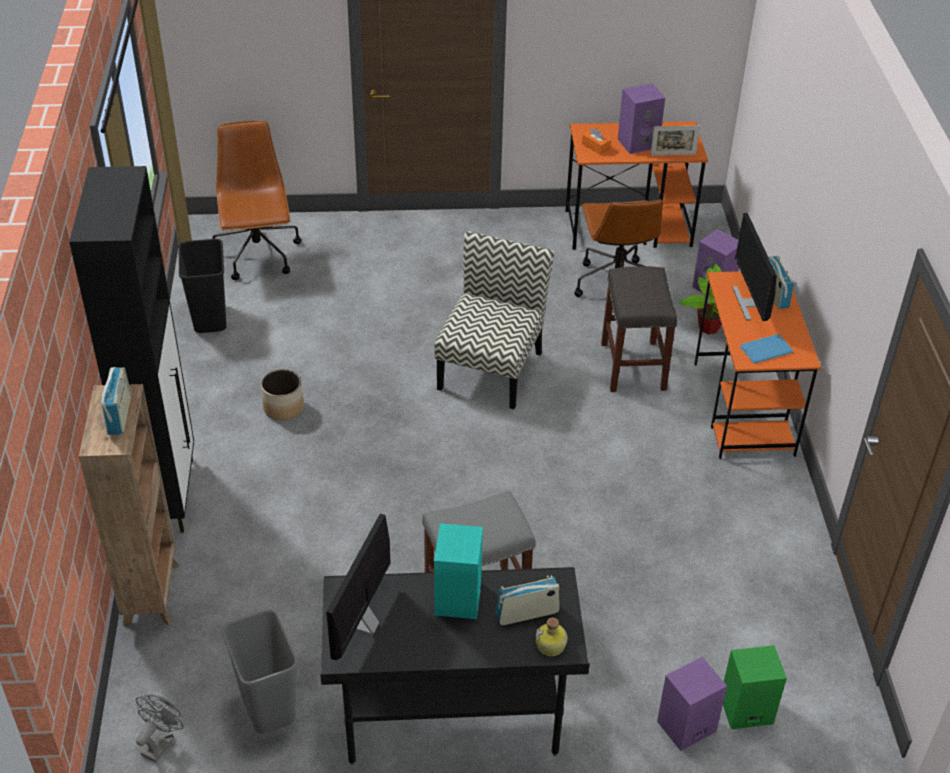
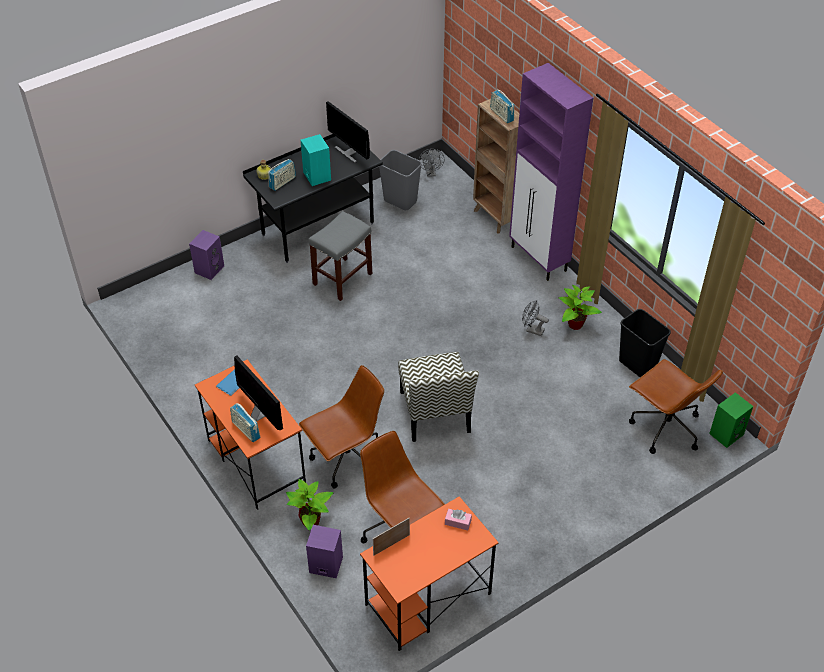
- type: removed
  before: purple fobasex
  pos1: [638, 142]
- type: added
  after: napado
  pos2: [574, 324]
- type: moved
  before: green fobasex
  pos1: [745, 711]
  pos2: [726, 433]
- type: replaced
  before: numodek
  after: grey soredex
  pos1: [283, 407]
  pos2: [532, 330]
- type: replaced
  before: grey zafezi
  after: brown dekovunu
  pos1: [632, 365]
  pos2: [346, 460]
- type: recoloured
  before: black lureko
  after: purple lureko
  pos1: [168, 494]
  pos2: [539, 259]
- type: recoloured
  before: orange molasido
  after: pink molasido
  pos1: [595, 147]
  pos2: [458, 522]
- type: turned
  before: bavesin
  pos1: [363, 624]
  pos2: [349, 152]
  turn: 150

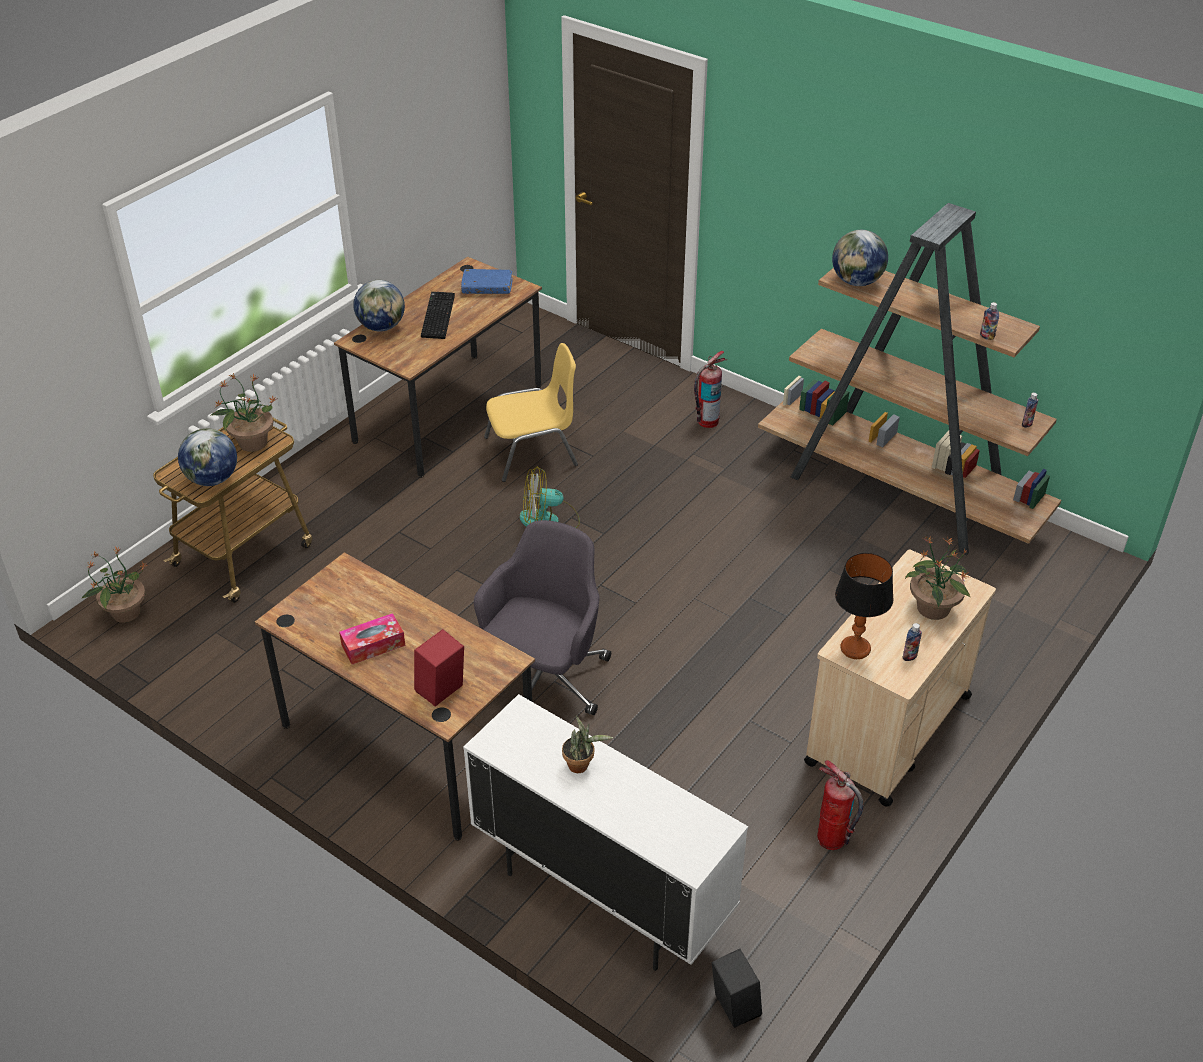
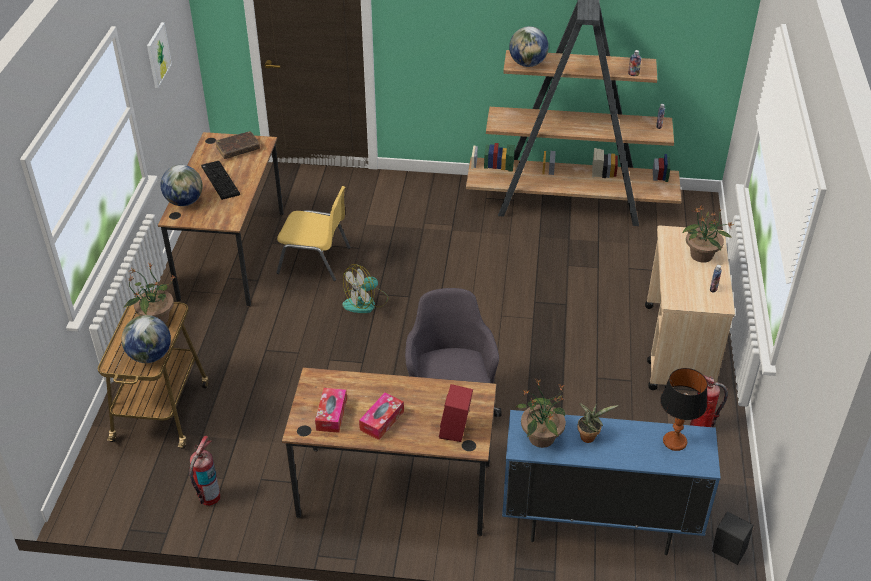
- type: added
  after: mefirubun
  pos2: [158, 55]
- type: added
  after: molasido
  pos2: [331, 415]
- type: moved
  before: napado
  pos1: [125, 613]
  pos2: [541, 438]
- type: moved
  before: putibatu
  pos1: [707, 421]
  pos2: [209, 497]
- type: moved
  before: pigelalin
  pos1: [854, 648]
  pos2: [674, 442]
- type: recoloured
  before: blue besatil
  after: brown besatil
  pos1: [487, 287]
  pos2: [238, 149]
- type: recoloured
  before: white lureko
  after: blue lureko
  pos1: [601, 895]
  pos2: [598, 526]
- type: turned
  before: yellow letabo
  pos1: [532, 452]
  pos2: [315, 260]
  turn: 60

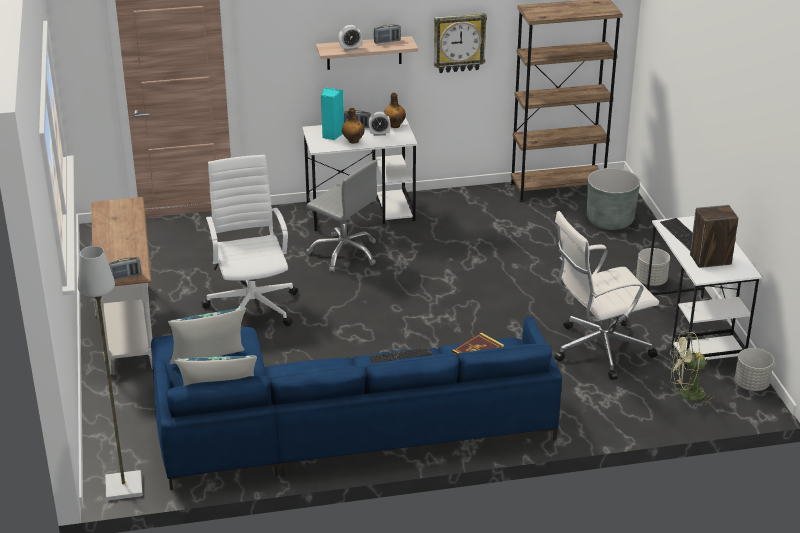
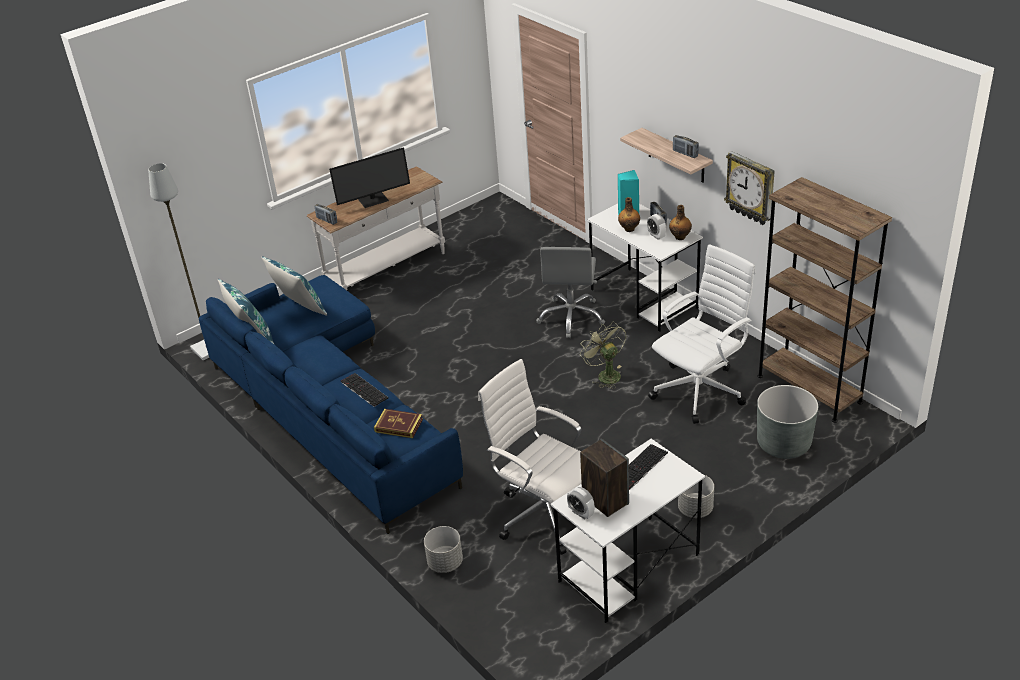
- type: added
  after: bavesin
  pos2: [372, 199]
- type: moved
  before: white dekovunu
  pos1: [252, 306]
  pos2: [700, 390]
- type: moved
  before: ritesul
  pos1: [350, 48]
  pos2: [581, 513]
- type: moved
  before: green soredex
  pos1: [686, 394]
  pos2: [605, 375]
- type: moved
  before: grey numodek
  pos1: [751, 384]
  pos2: [445, 563]

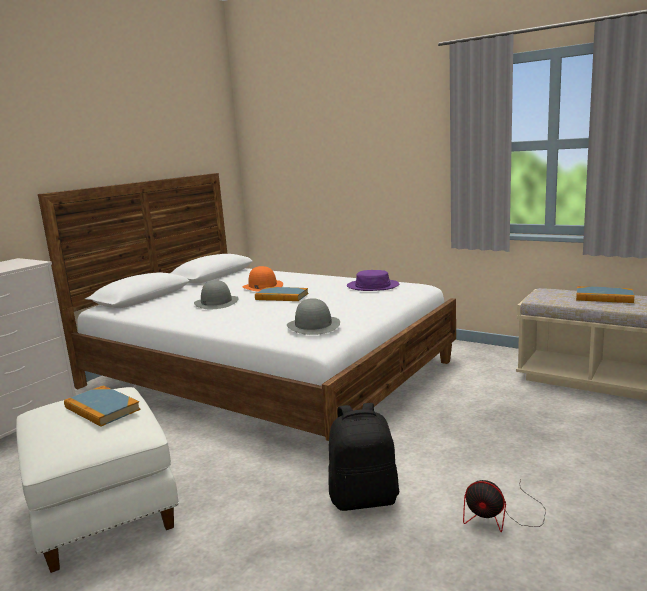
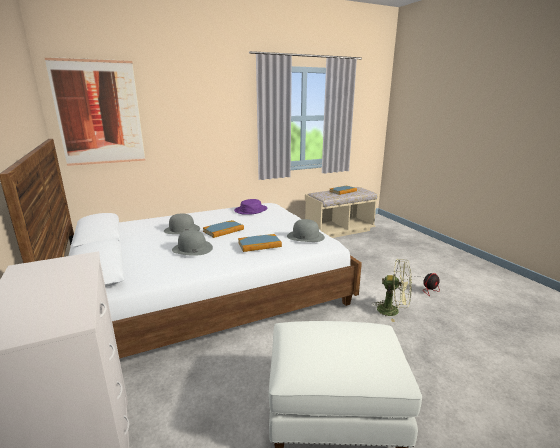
- type: added
  after: mefirubun
  pos2: [99, 113]
- type: moved
  before: besatil
  pos1: [102, 409]
  pos2: [259, 245]
- type: replaced
  before: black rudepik
  after: green soredex
  pos1: [364, 498]
  pos2: [393, 311]
- type: recoloured
  before: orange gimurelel
  after: grey gimurelel
  pos1: [262, 286]
  pos2: [182, 229]

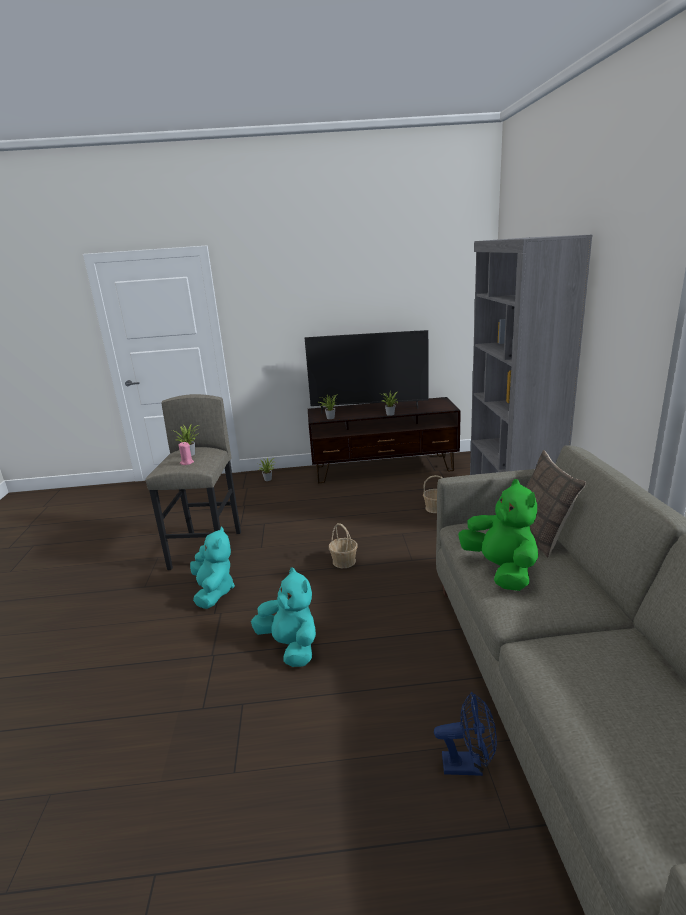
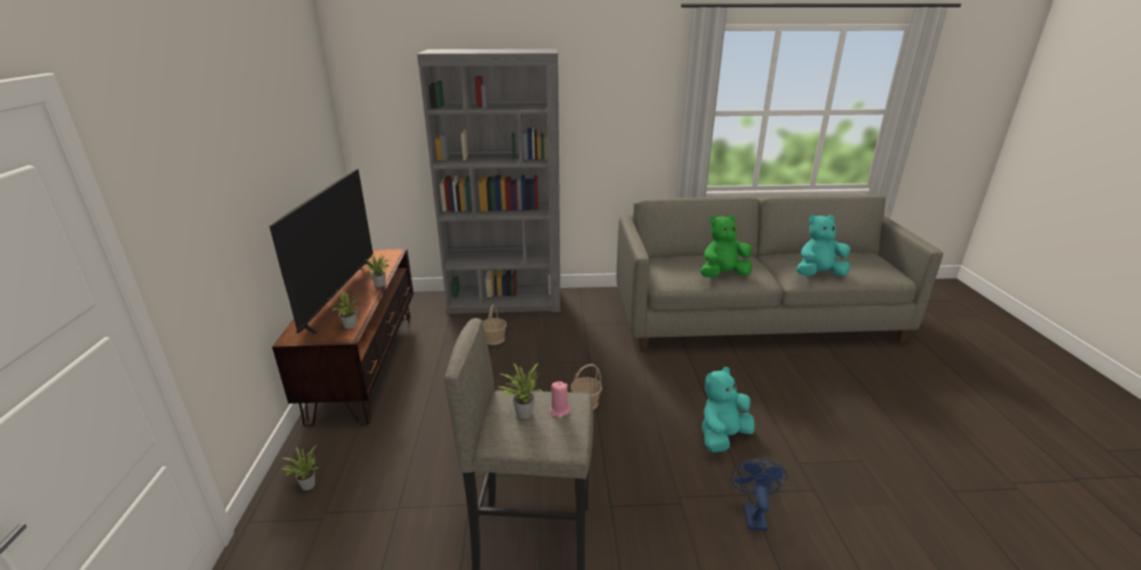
- type: removed
  before: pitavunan
  pos1: [541, 535]
- type: moved
  before: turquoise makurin
  pos1: [213, 592]
  pos2: [818, 275]
- type: moved
  before: blue soredex
  pos1: [468, 765]
  pos2: [752, 513]

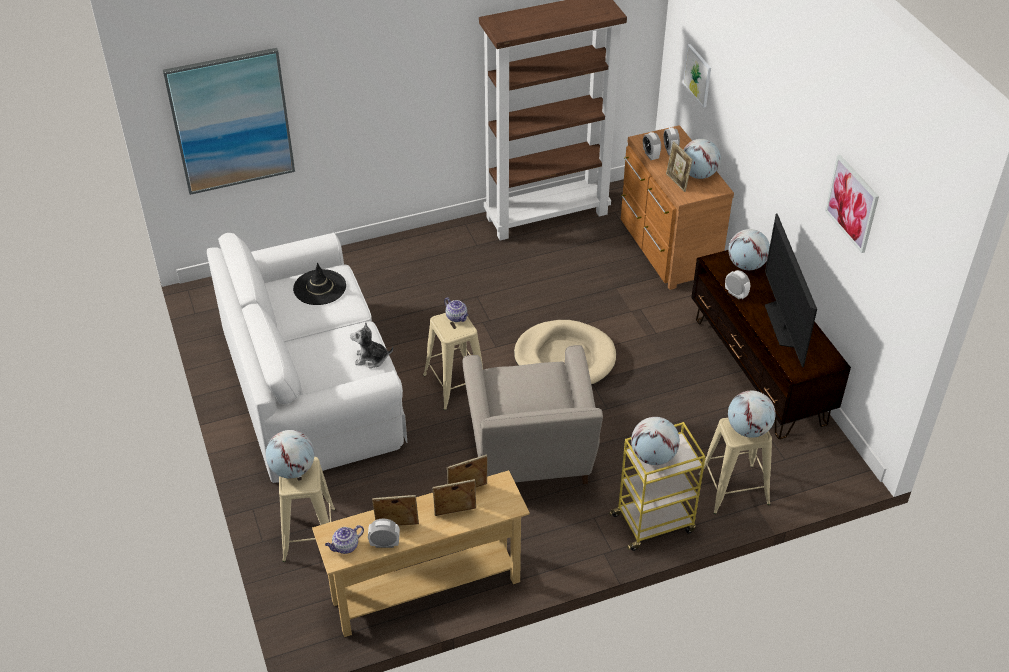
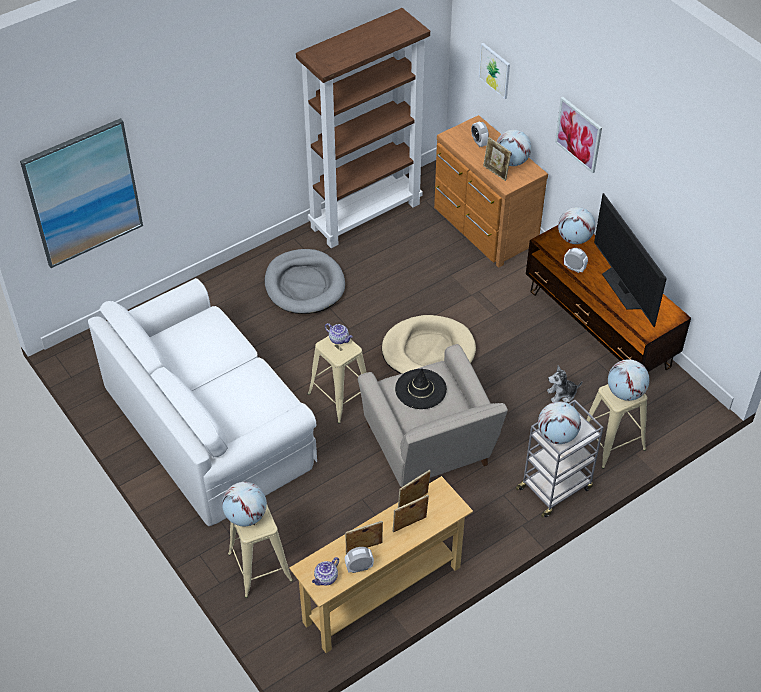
- type: removed
  before: ritesul
  pos1: [650, 155]
- type: added
  after: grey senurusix
  pos2: [304, 285]
- type: moved
  before: black gimurelel
  pos1: [319, 287]
  pos2: [420, 389]
- type: moved
  before: makurin
  pos1: [371, 359]
  pos2: [562, 394]
- type: moved
  before: mefirubun
  pos1: [852, 203]
  pos2: [578, 134]
- type: recoloured
  before: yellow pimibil
  after: grey pimibil
  pos1: [654, 523]
  pos2: [555, 488]

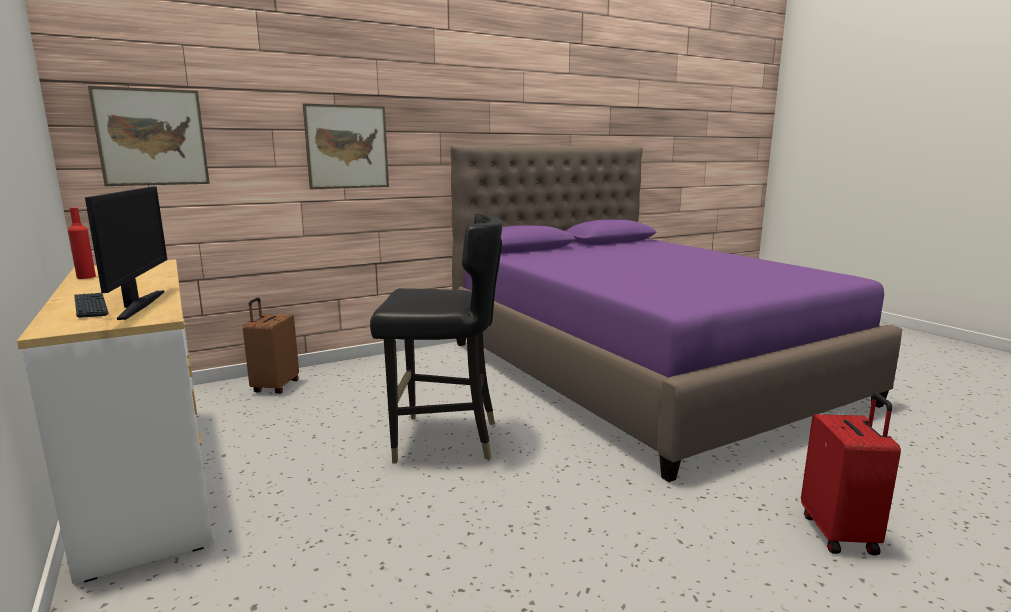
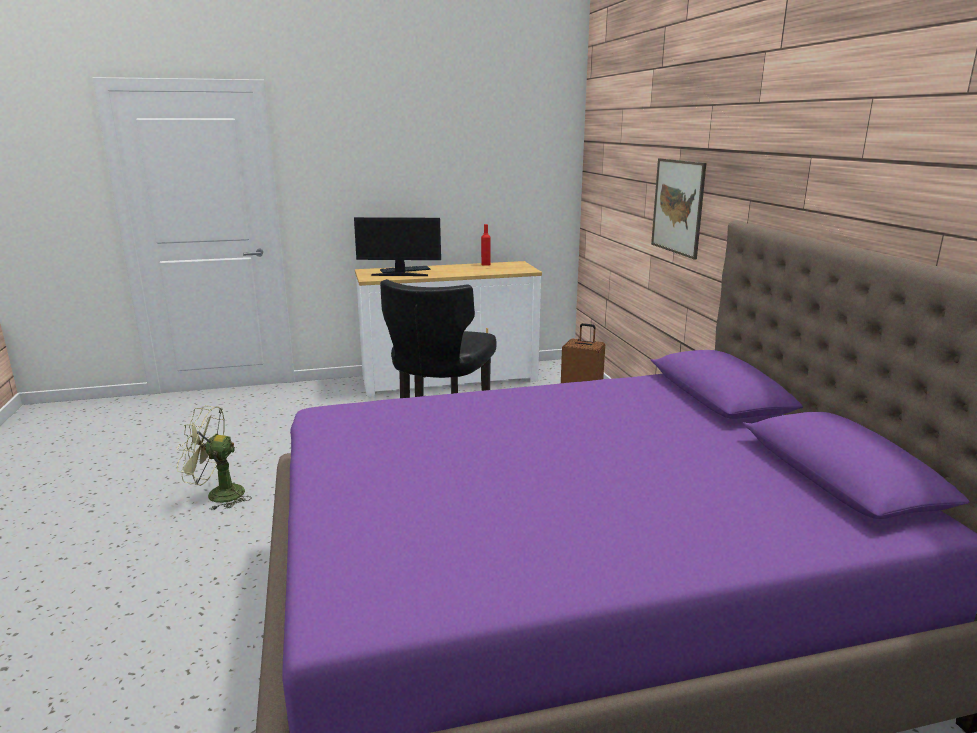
- type: removed
  before: mefirubun
  pos1: [152, 137]
- type: removed
  before: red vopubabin
  pos1: [840, 533]
- type: added
  after: green soredex
  pos2: [217, 495]

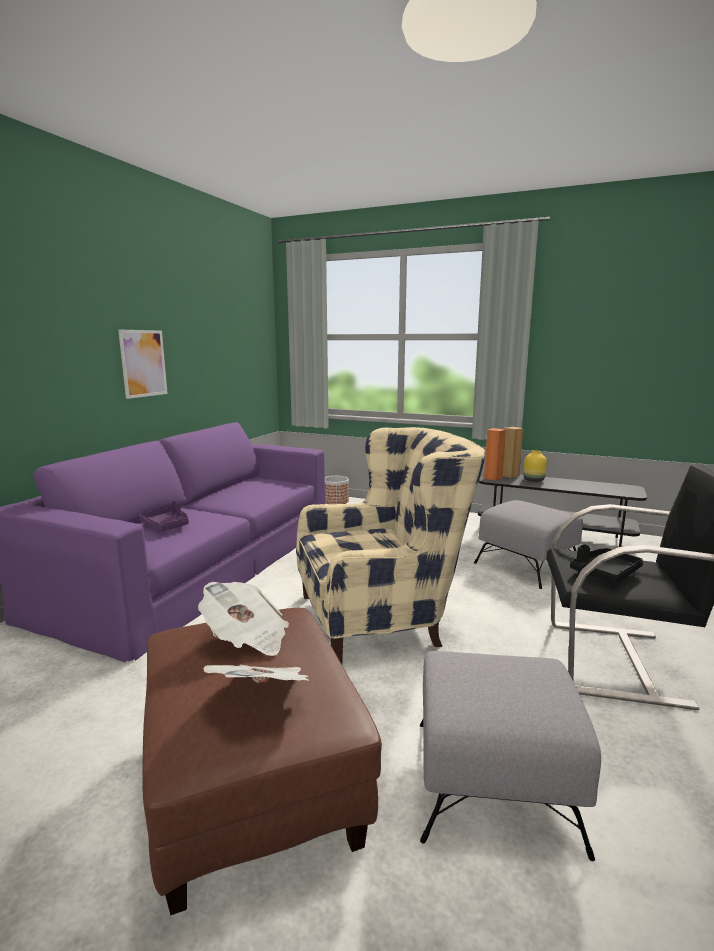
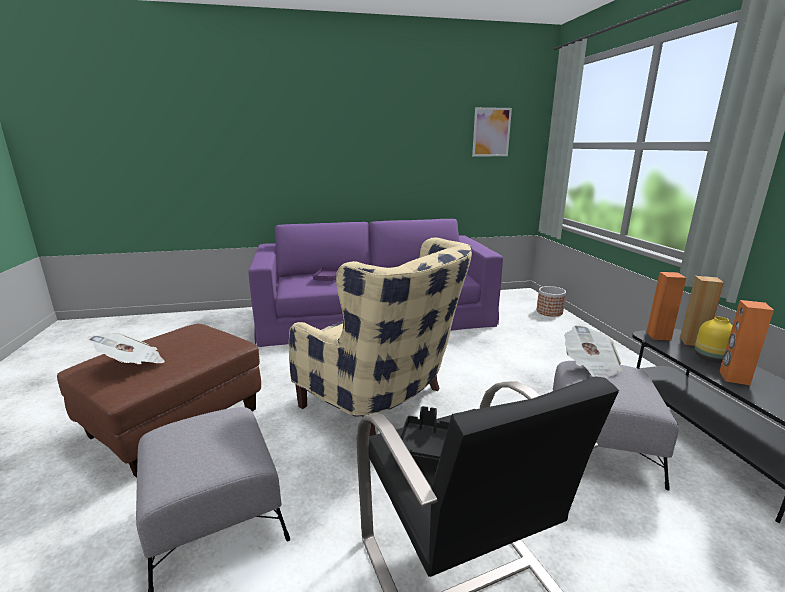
- type: added
  after: orange fobasex
  pos2: [733, 378]
- type: moved
  before: mefirubun
  pos1: [143, 363]
  pos2: [491, 132]
- type: moved
  before: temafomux
  pos1: [247, 638]
  pos2: [590, 366]

